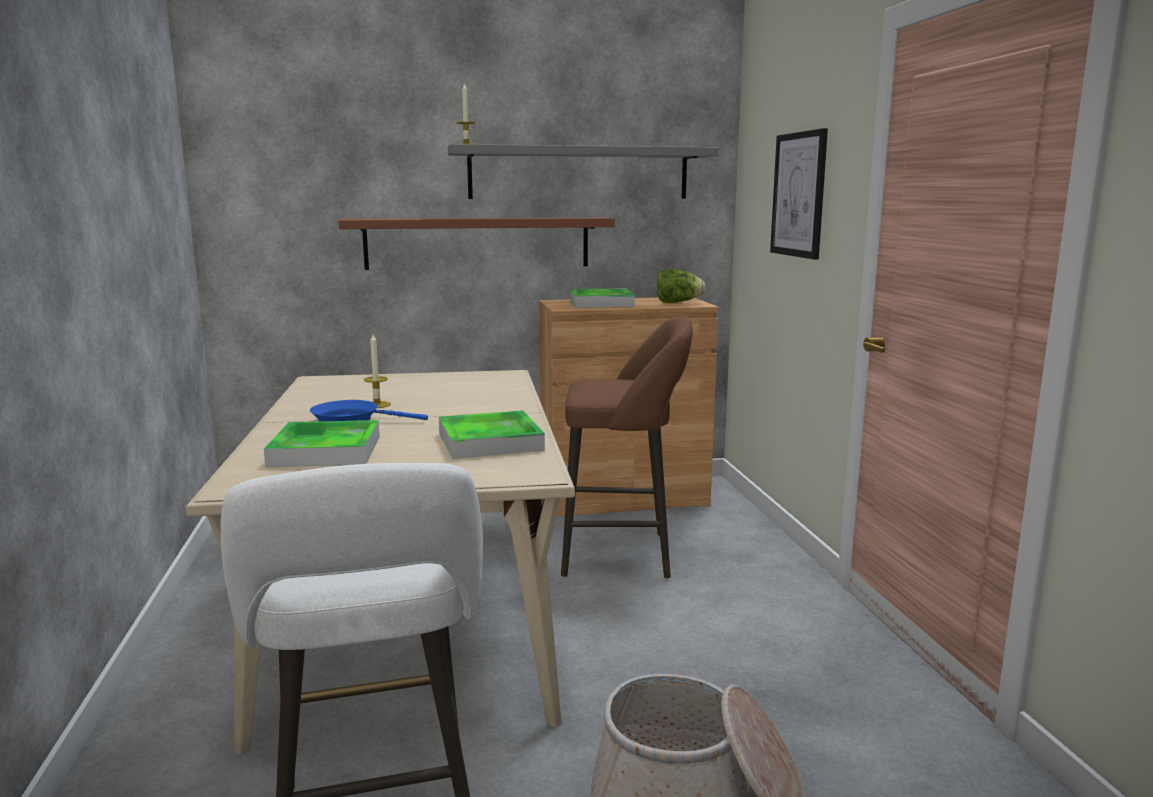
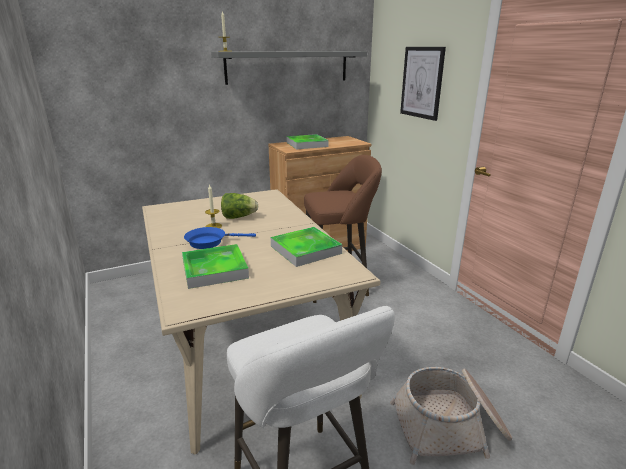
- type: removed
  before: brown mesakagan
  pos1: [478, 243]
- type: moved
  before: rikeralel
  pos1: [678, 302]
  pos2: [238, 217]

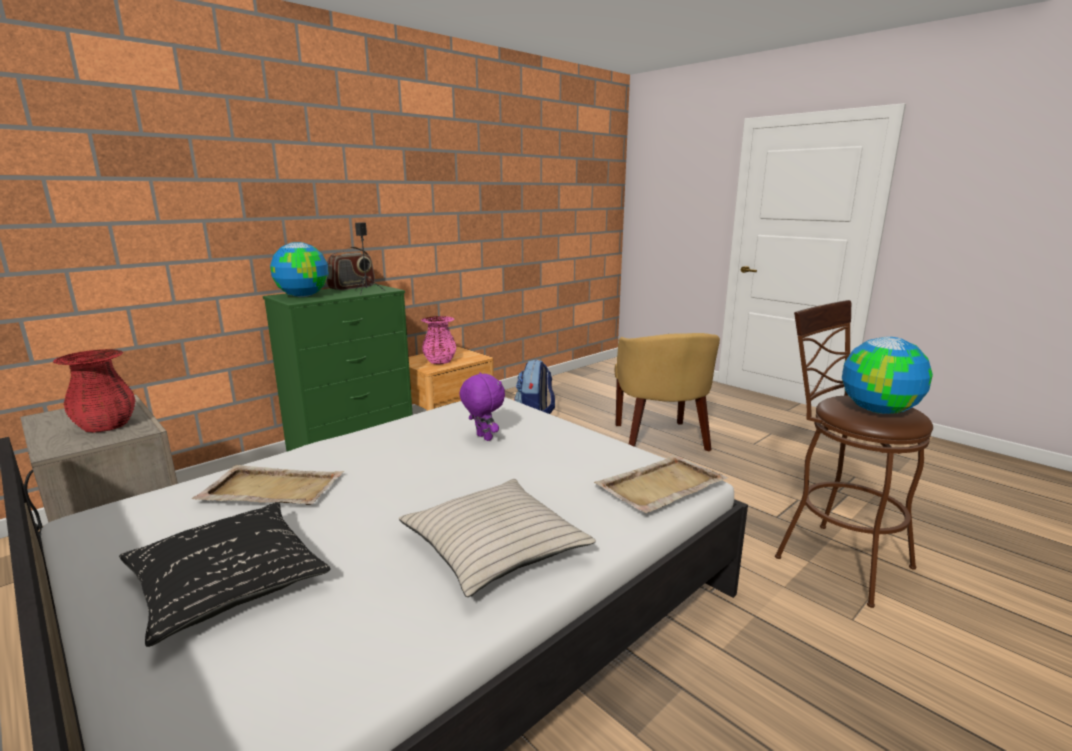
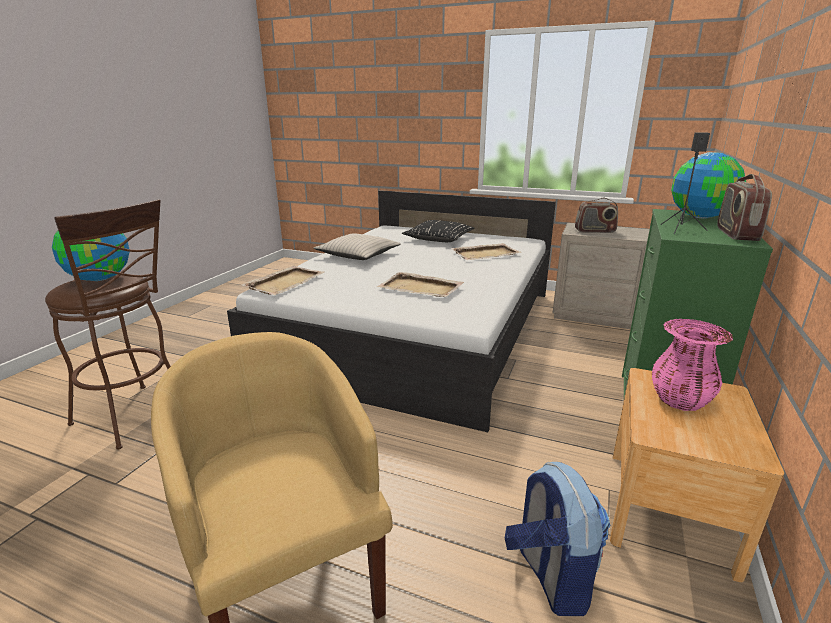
- type: replaced
  before: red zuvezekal
  after: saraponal
  pos1: [106, 426]
  pos2: [595, 231]
- type: replaced
  before: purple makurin
  after: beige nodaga
  pos1: [483, 438]
  pos2: [421, 288]

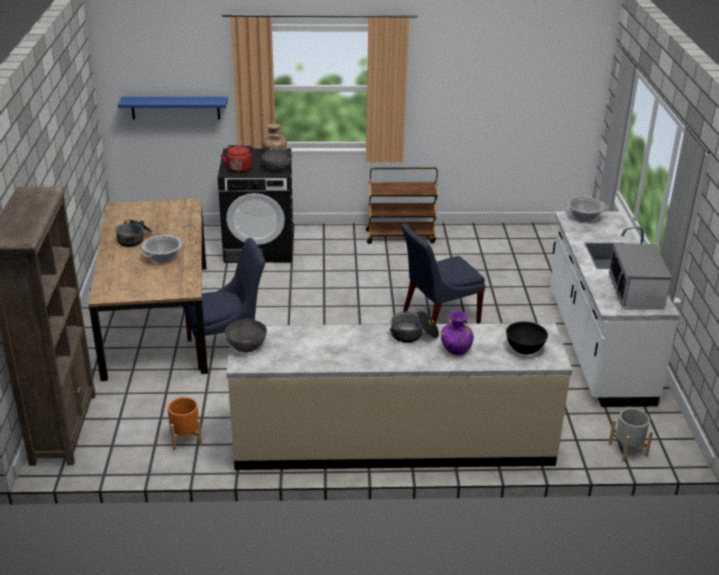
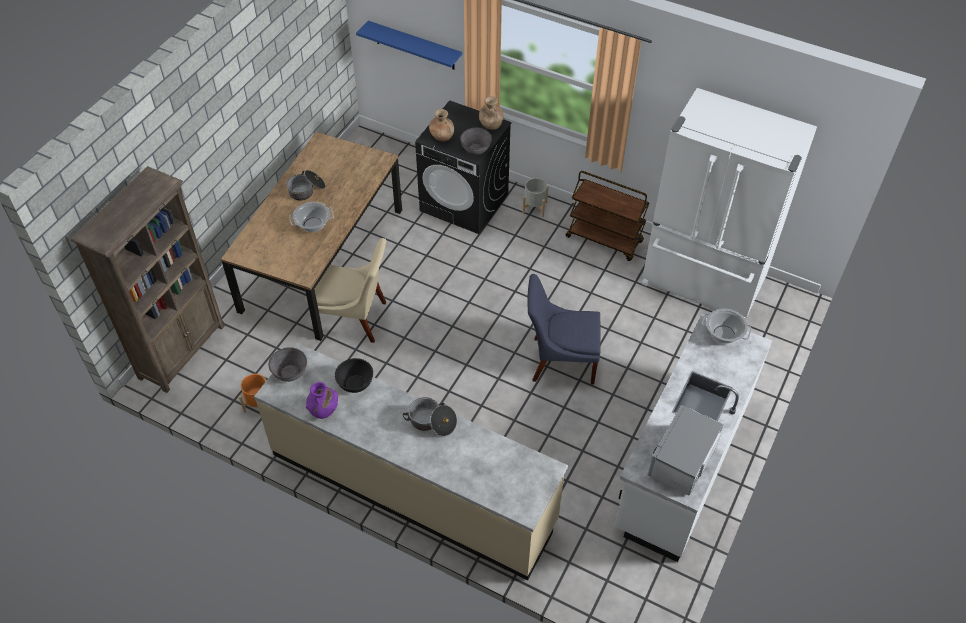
- type: added
  after: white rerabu
  pos2: [702, 283]
- type: moved
  before: purple zuvezekal
  pos1: [456, 349]
  pos2: [323, 410]
- type: moved
  before: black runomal
  pos1: [524, 348]
  pos2: [355, 383]
- type: moved
  before: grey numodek
  pos1: [628, 449]
  pos2: [535, 208]
- type: replaced
  before: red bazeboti
  after: brown zuvezekal
  pos1: [239, 168]
  pos2: [442, 136]
- type: recoloured
  before: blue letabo
  after: beige letabo
  pos1: [228, 348]
  pos2: [355, 319]

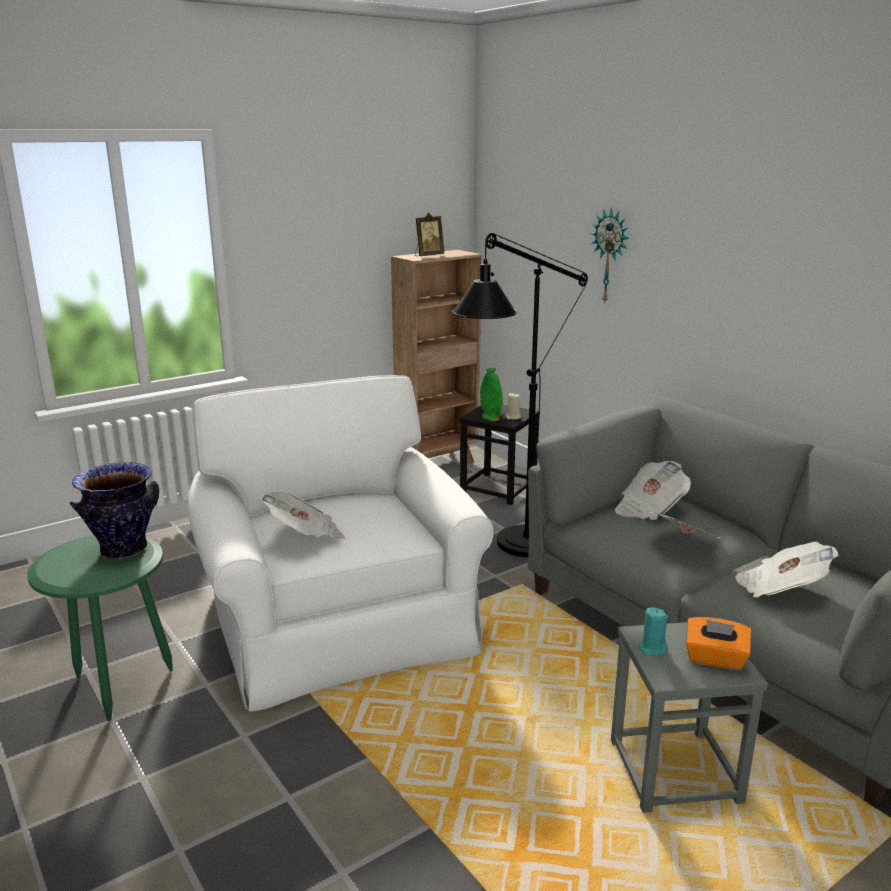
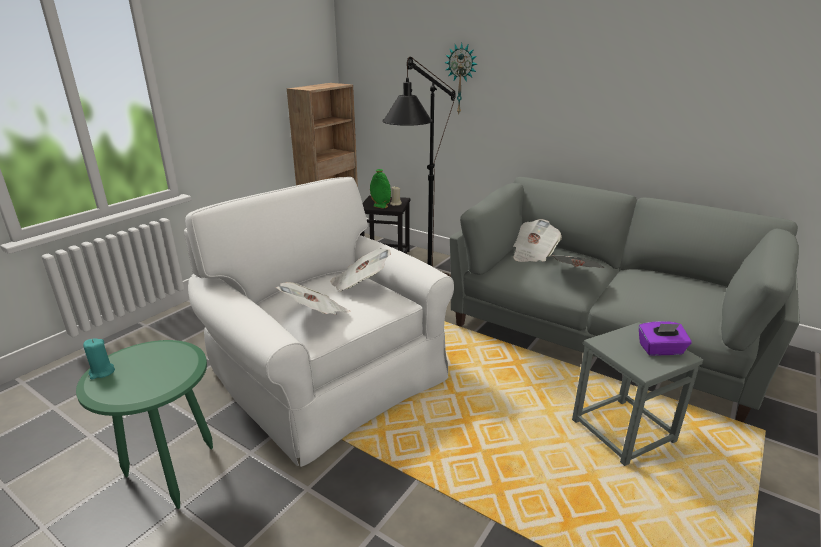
- type: removed
  before: zuvezekal
  pos1: [124, 549]
- type: removed
  before: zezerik
  pos1: [428, 256]
- type: moved
  before: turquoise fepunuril
  pos1: [652, 649]
  pos2: [102, 372]
- type: moved
  before: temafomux
  pos1: [780, 589]
  pos2: [360, 284]
- type: recoloured
  before: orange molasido
  after: purple molasido
  pos1: [715, 659]
  pos2: [661, 350]

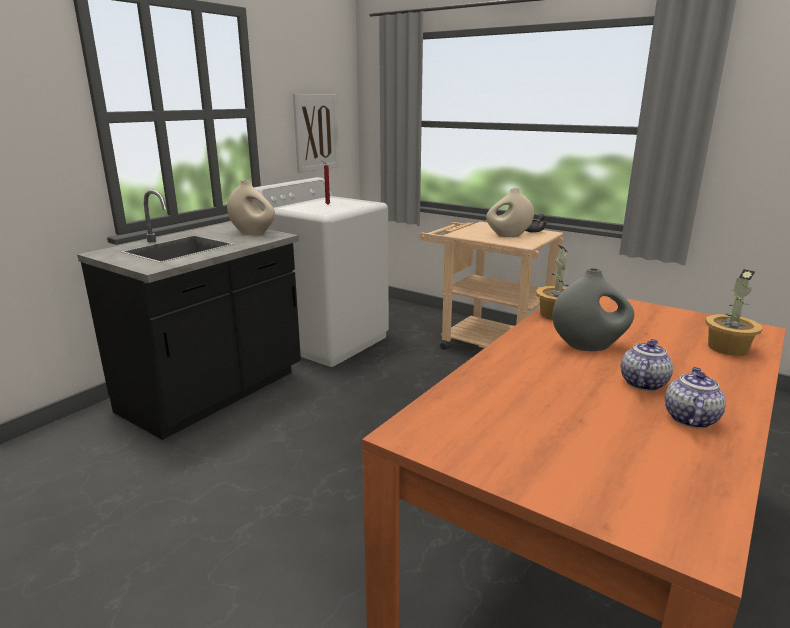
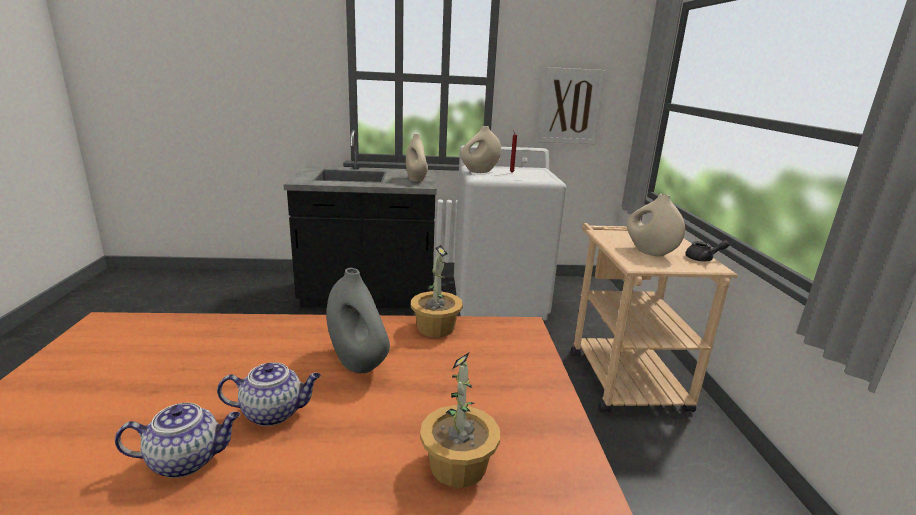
- type: added
  after: beige zuvezekal
  pos2: [479, 171]

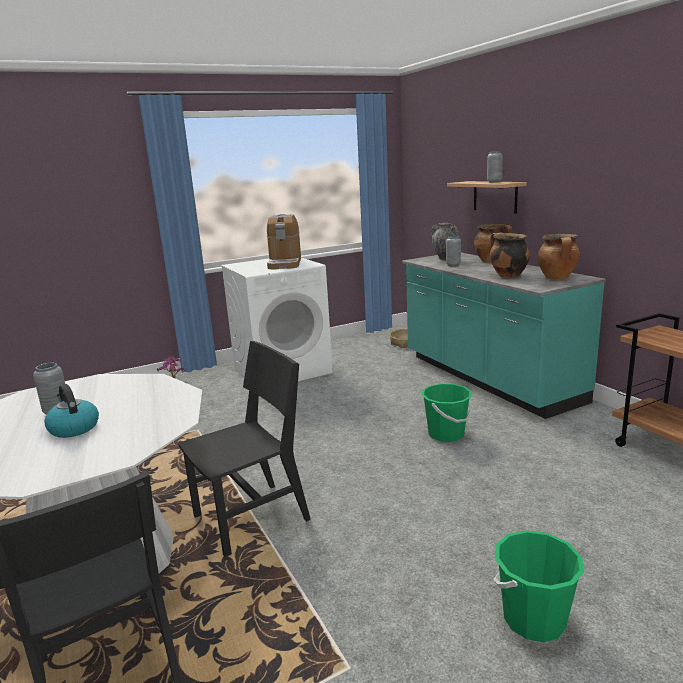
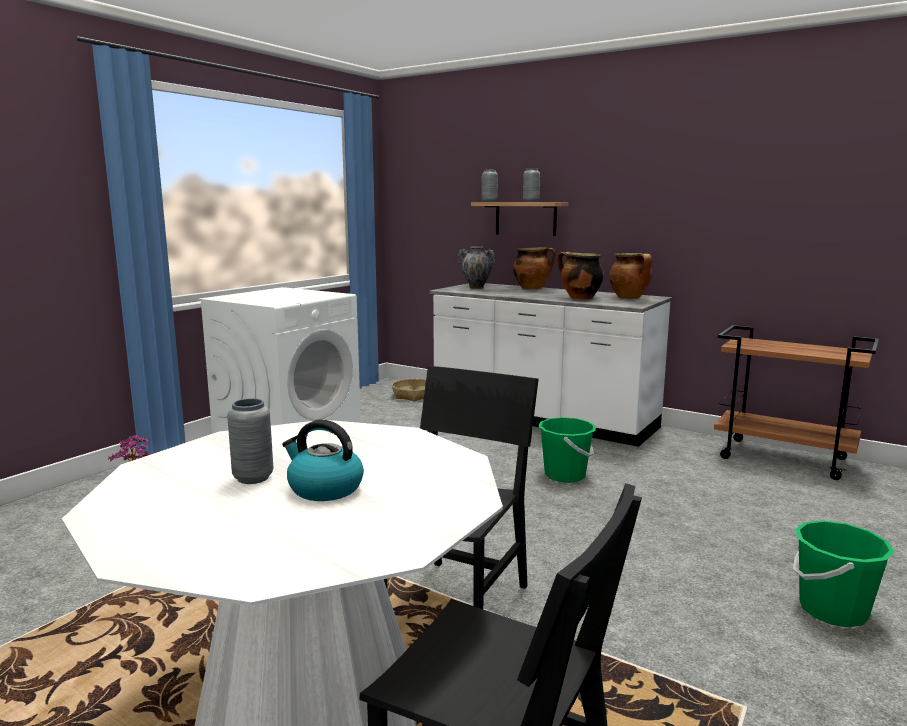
- type: removed
  before: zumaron
  pos1: [285, 263]
- type: moved
  before: grey zuvezekal
  pos1: [453, 265]
  pos2: [489, 201]
- type: recoloured
  before: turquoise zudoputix
  after: white zudoputix
  pos1: [488, 378]
  pos2: [542, 419]

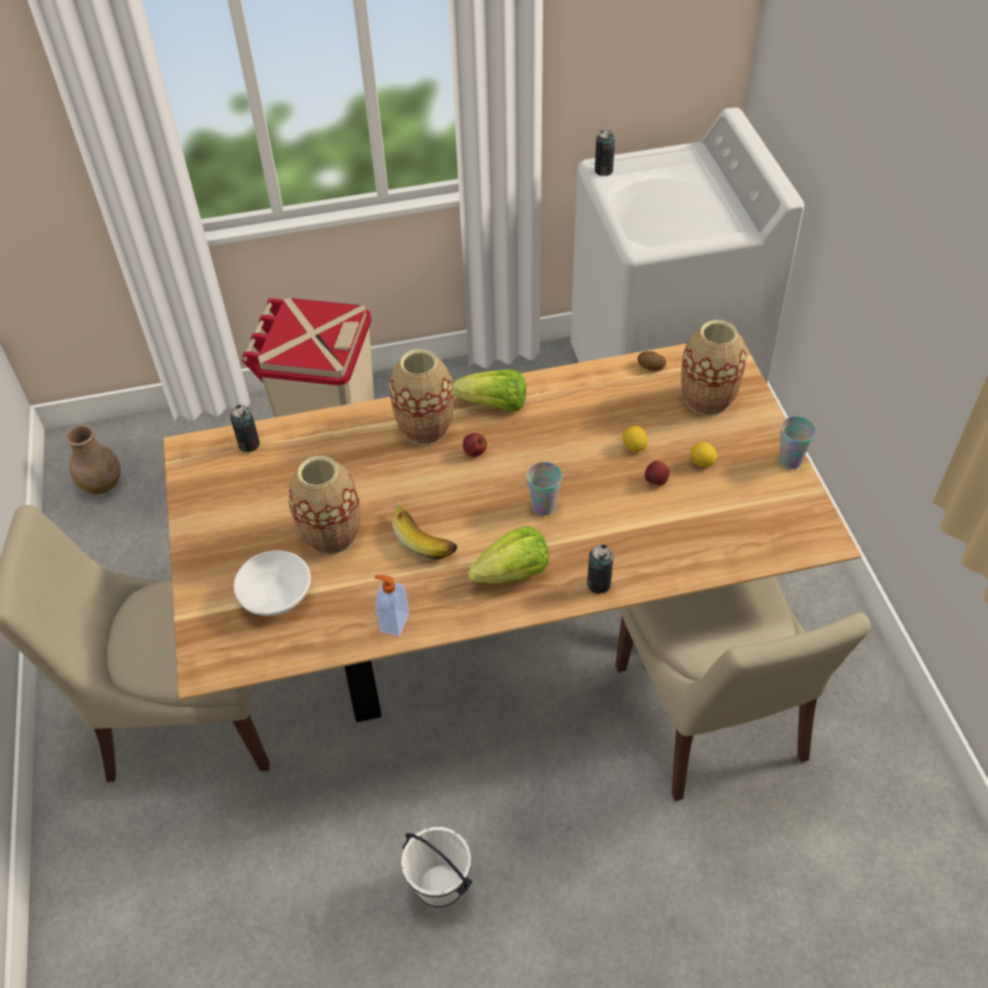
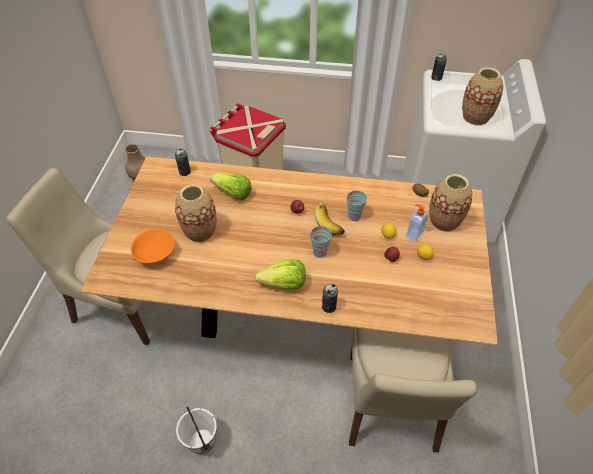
- type: moved
  before: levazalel
  pos1: [393, 622]
  pos2: [414, 234]
- type: moved
  before: zuvezekal
  pos1: [425, 428]
  pos2: [475, 117]
- type: moved
  before: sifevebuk
  pos1: [426, 538]
  pos2: [331, 223]
- type: moved
  before: rikeralel
  pos1: [494, 405]
  pos2: [233, 193]
- type: moved
  before: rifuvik
  pos1: [790, 460]
  pos2: [354, 216]
- type: recoloured
  before: white runomal
  after: orange runomal
  pos1: [276, 596]
  pos2: [155, 254]

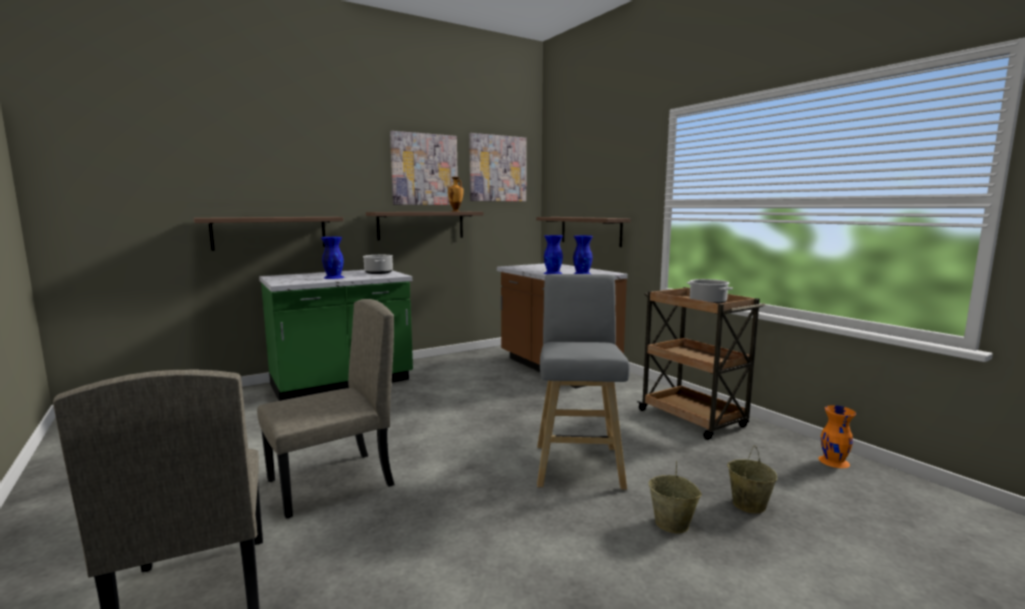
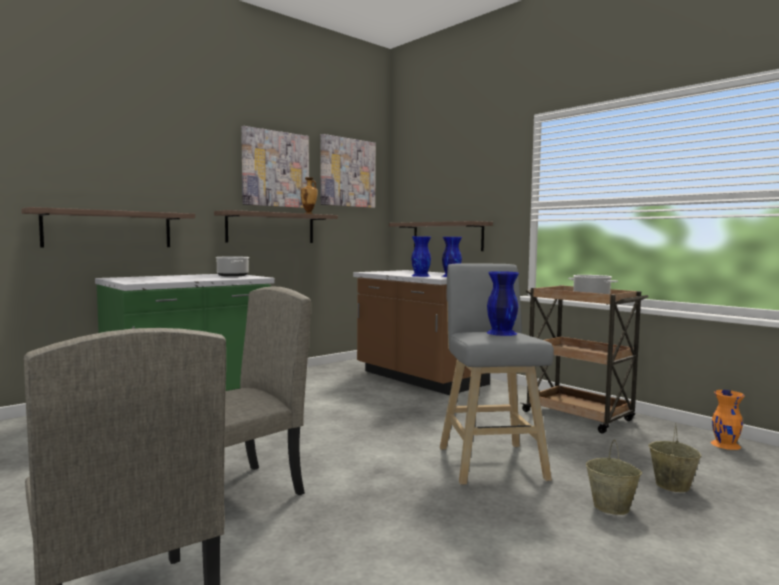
- type: moved
  before: blue zuvezekal
  pos1: [333, 277]
  pos2: [501, 333]

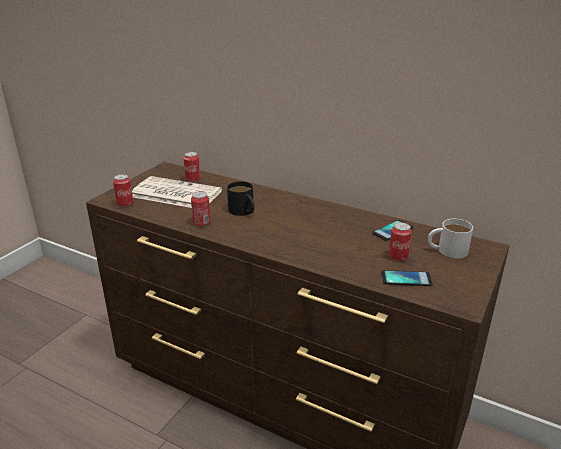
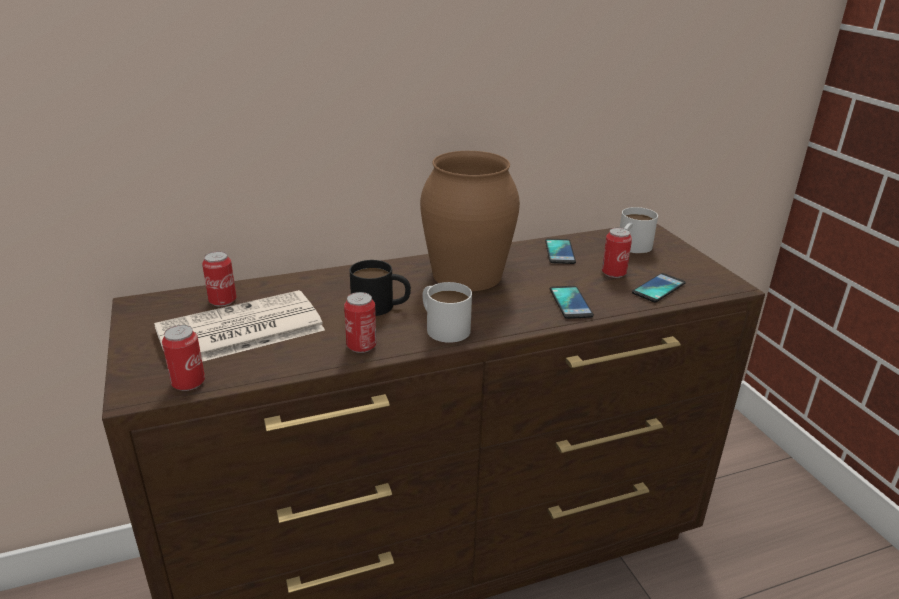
- type: added
  after: brown zuvezekal
  pos2: [466, 275]
- type: added
  after: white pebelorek
  pos2: [442, 326]
- type: added
  after: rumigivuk
  pos2: [570, 303]

